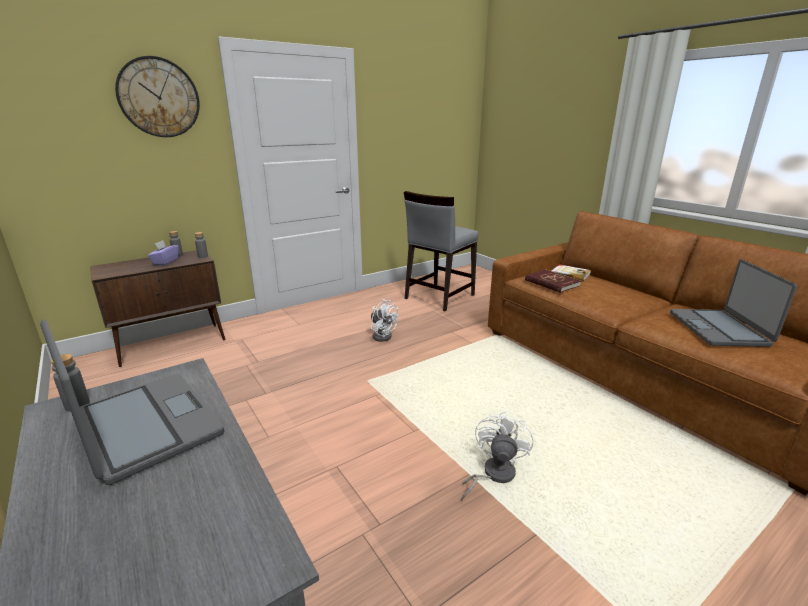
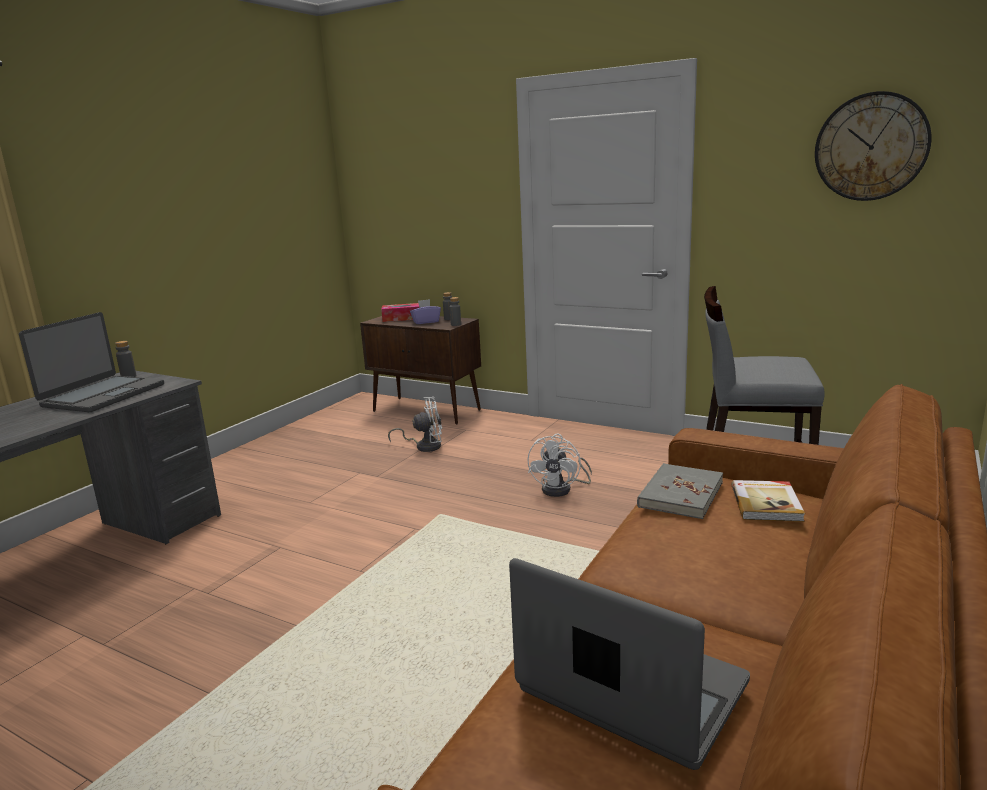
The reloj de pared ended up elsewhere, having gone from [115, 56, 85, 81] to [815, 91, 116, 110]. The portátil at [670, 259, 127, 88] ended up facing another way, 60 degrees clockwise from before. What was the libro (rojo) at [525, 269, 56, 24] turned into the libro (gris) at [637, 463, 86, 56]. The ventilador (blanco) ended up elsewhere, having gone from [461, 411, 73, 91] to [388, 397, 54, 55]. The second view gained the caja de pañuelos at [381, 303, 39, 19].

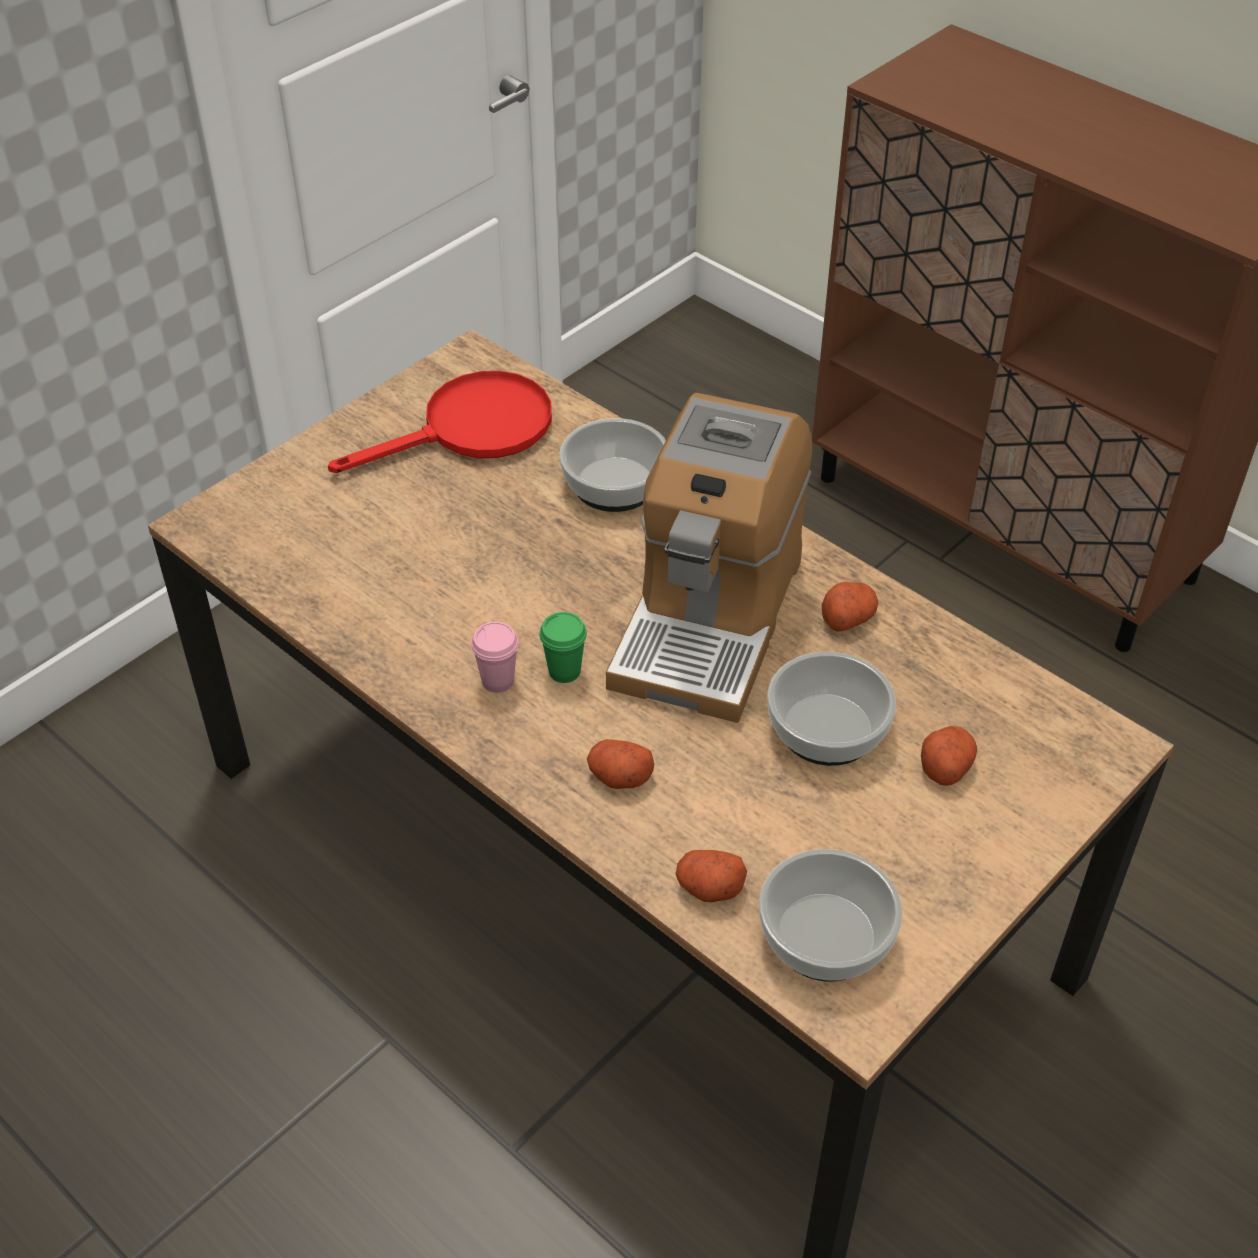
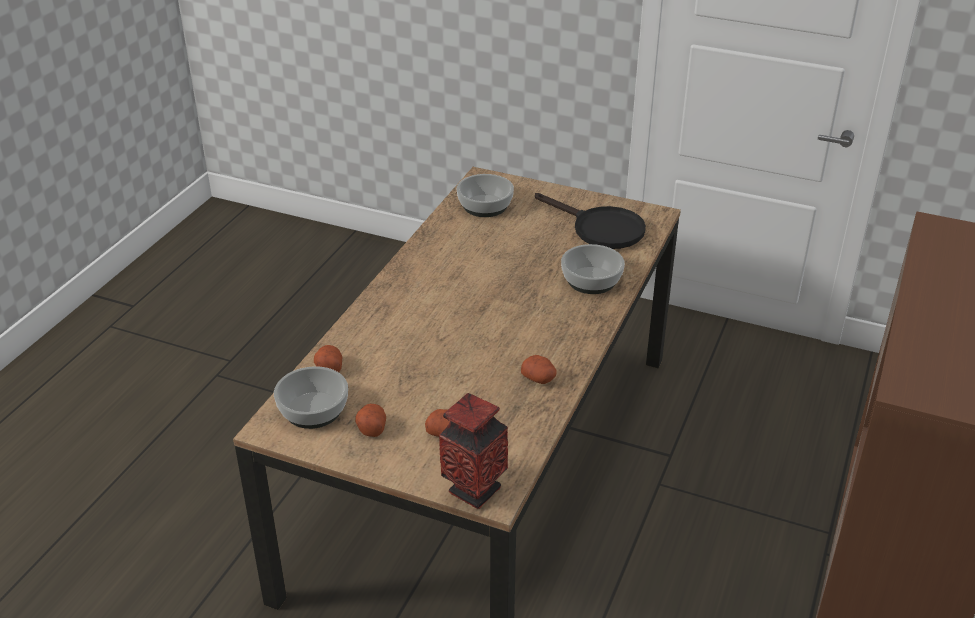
What was the sartén (rojo) at [328, 371, 224, 102] turned into the sartén (negro) at [535, 193, 111, 56]. The second view lost the cafetera at [606, 393, 206, 330]. The second view lost the taza (verde) at [539, 612, 48, 71]. The second view lost the taza (rosa) at [471, 622, 48, 71]. The cuenco ended up elsewhere, having gone from [767, 652, 129, 114] to [457, 174, 57, 43]. The patata ended up elsewhere, having gone from [587, 739, 67, 50] to [355, 404, 31, 33]. The second view gained the florero at [439, 393, 69, 116].

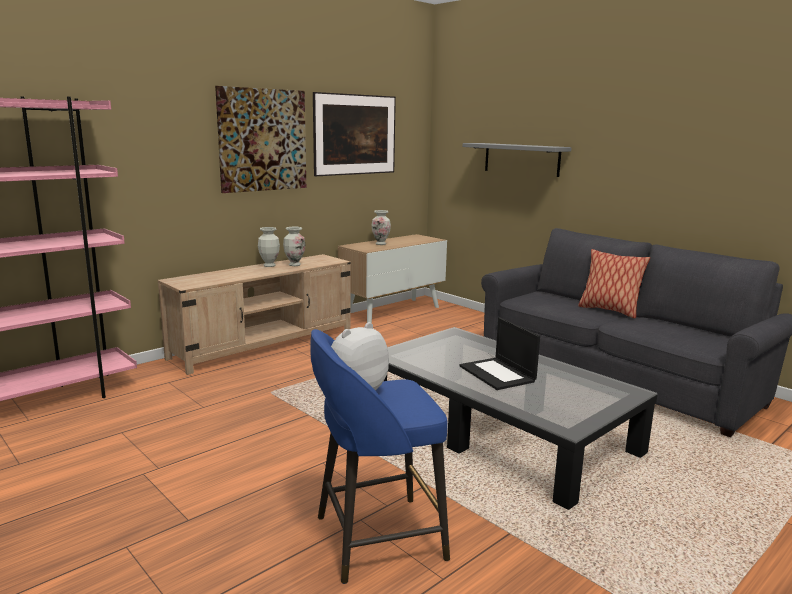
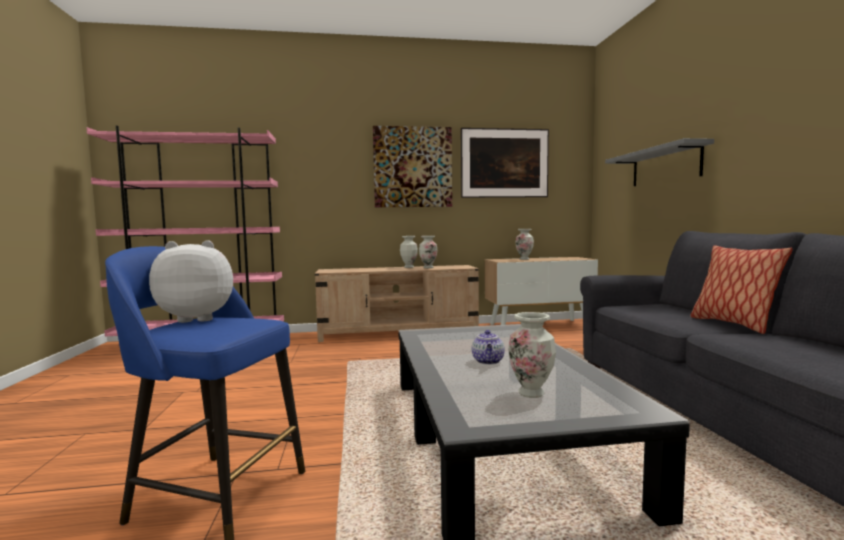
Where the portátil stood at [459, 317, 81, 73], the tetera came to stand at [472, 330, 33, 35]. The second view gained the florero at [508, 312, 48, 86].

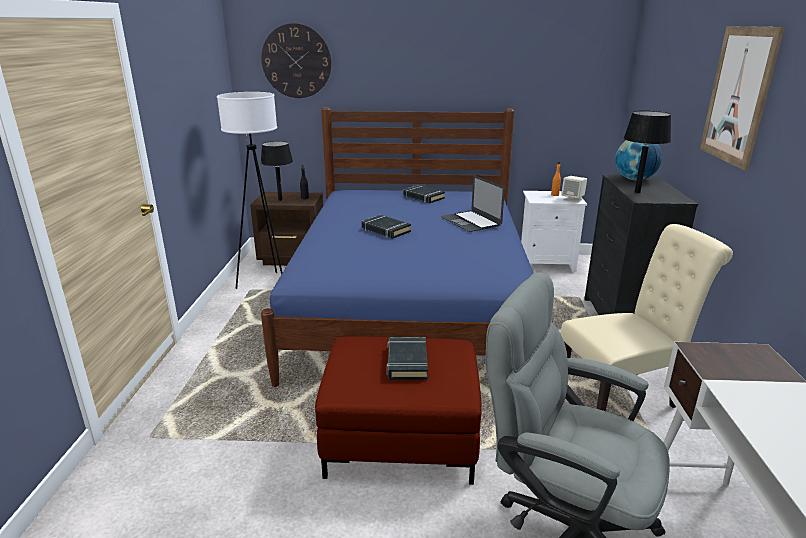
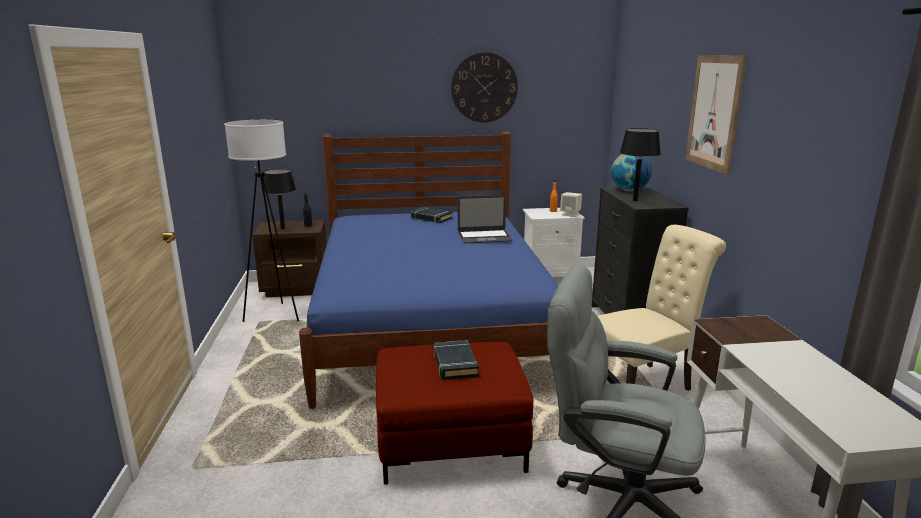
The reloj de pared ended up elsewhere, having gone from [261, 23, 70, 75] to [451, 52, 67, 71]. The portátil at [441, 175, 64, 57] ended up facing another way, 60 degrees counterclockwise from before. The second view lost the libro (negro) at [361, 215, 50, 24].

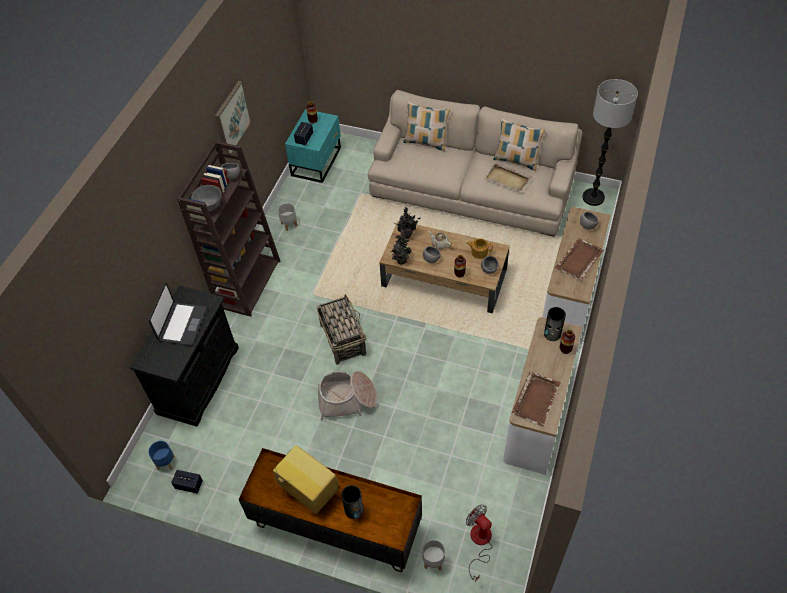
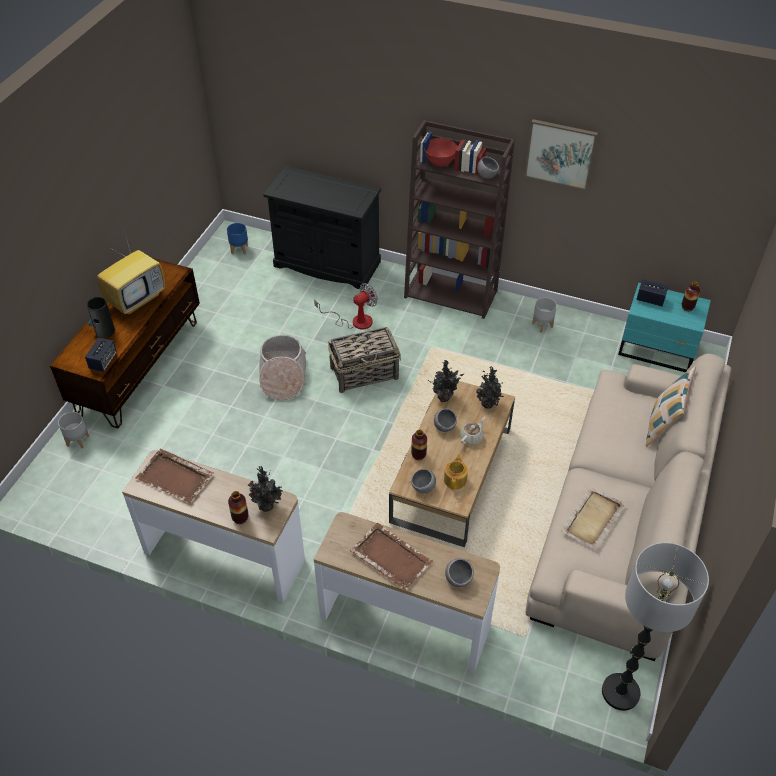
The second view lost the cojín at [493, 118, 52, 53]. What was the cuenco (gris) at [191, 185, 31, 26] turned into the cuenco (rojo) at [424, 138, 33, 29]. The second view lost the portátil at [148, 282, 58, 64]. Where the florero stood at [544, 307, 22, 34], the planta en maceta came to stand at [248, 466, 35, 46]. The altavoz ended up elsewhere, having gone from [171, 470, 32, 24] to [85, 338, 32, 34]. The ventilador ended up elsewhere, having gone from [466, 504, 27, 78] to [314, 283, 64, 47].

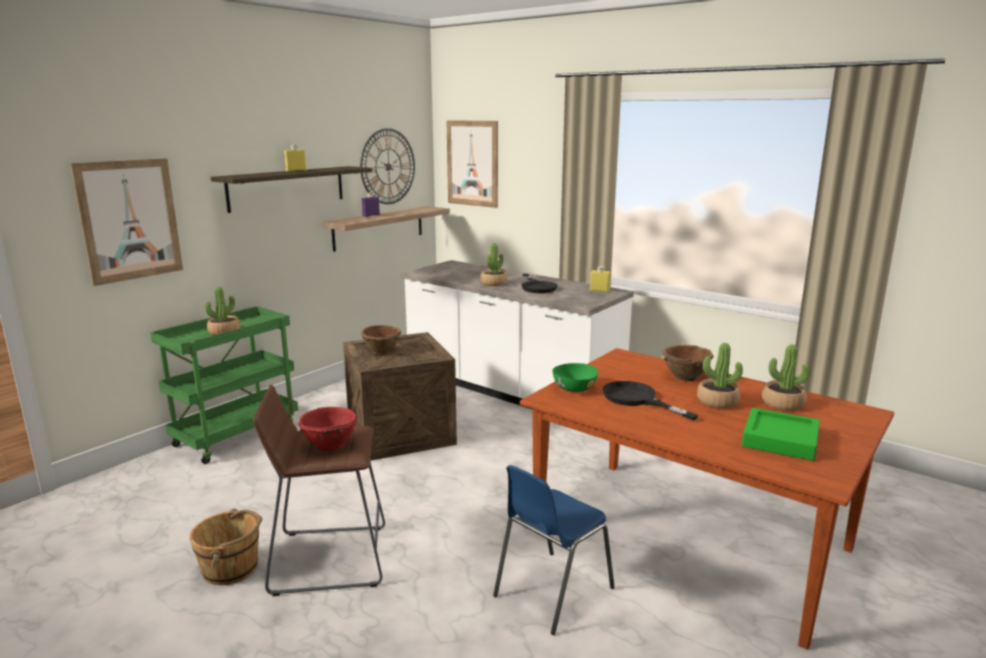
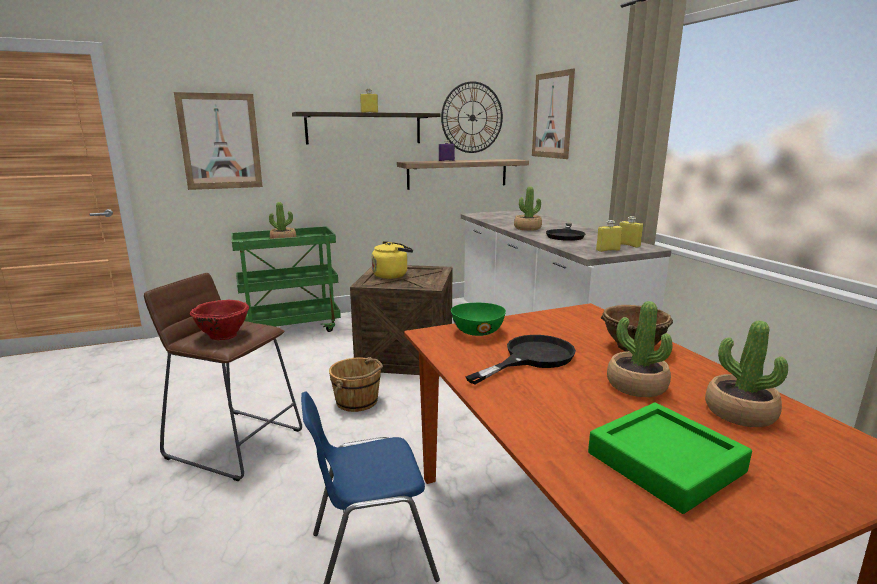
Where the cuenco (marrón) stood at [361, 325, 40, 29], the hervidor (amarillo) came to stand at [372, 241, 41, 38]. The sartén (negro) at [602, 381, 97, 39] ended up facing another way, 60 degrees clockwise from before. The cubo (marrón) ended up elsewhere, having gone from [190, 509, 72, 76] to [329, 357, 54, 55]. The second view gained the botella (amarillo) at [596, 220, 26, 32].

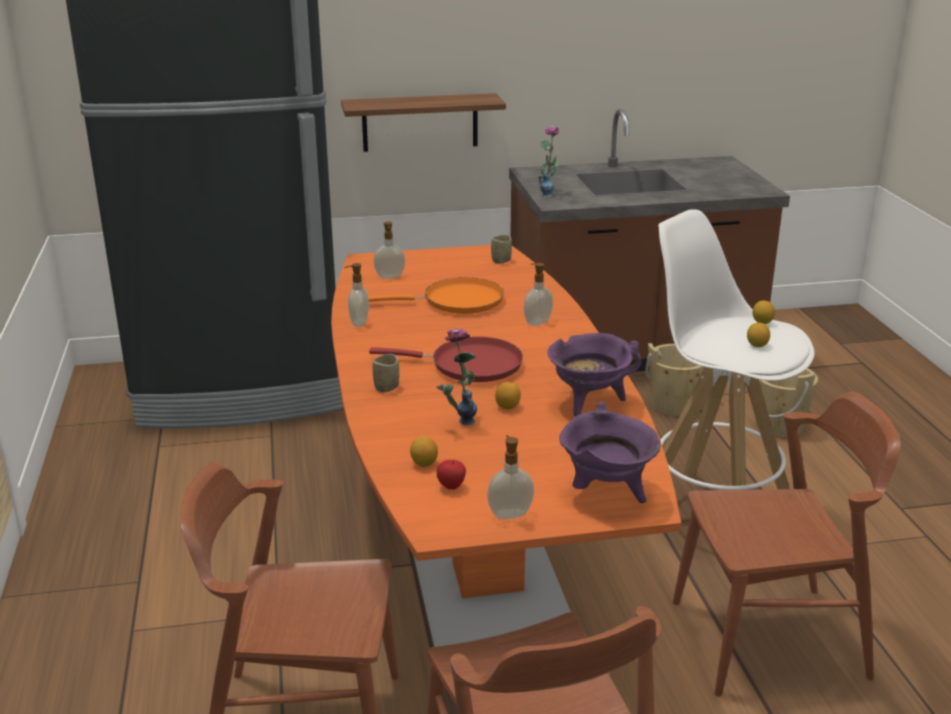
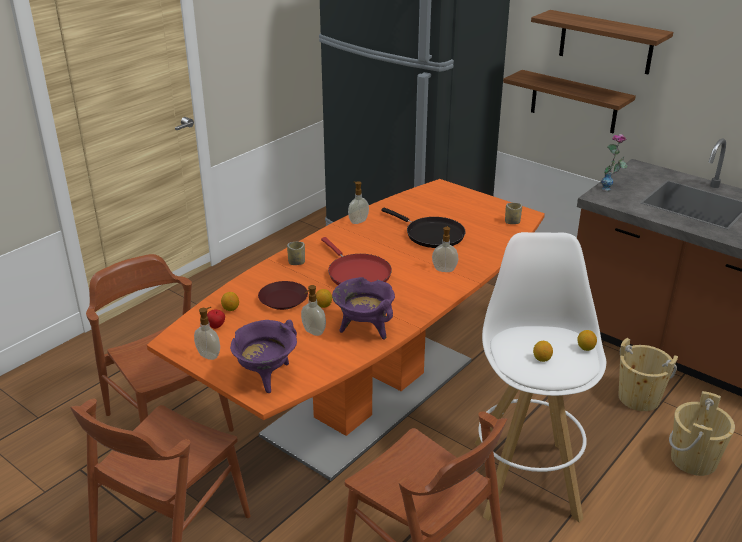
The dispensador de jabón ended up elsewhere, having gone from [374, 222, 31, 57] to [301, 285, 25, 51]. What was the sartén (naranja) at [368, 277, 136, 37] turned into the sartén (negro) at [381, 208, 85, 40]. Where the florero stood at [437, 328, 40, 97], the plato (marrón) came to stand at [258, 281, 50, 29]. The second view gained the estante at [531, 10, 142, 64].

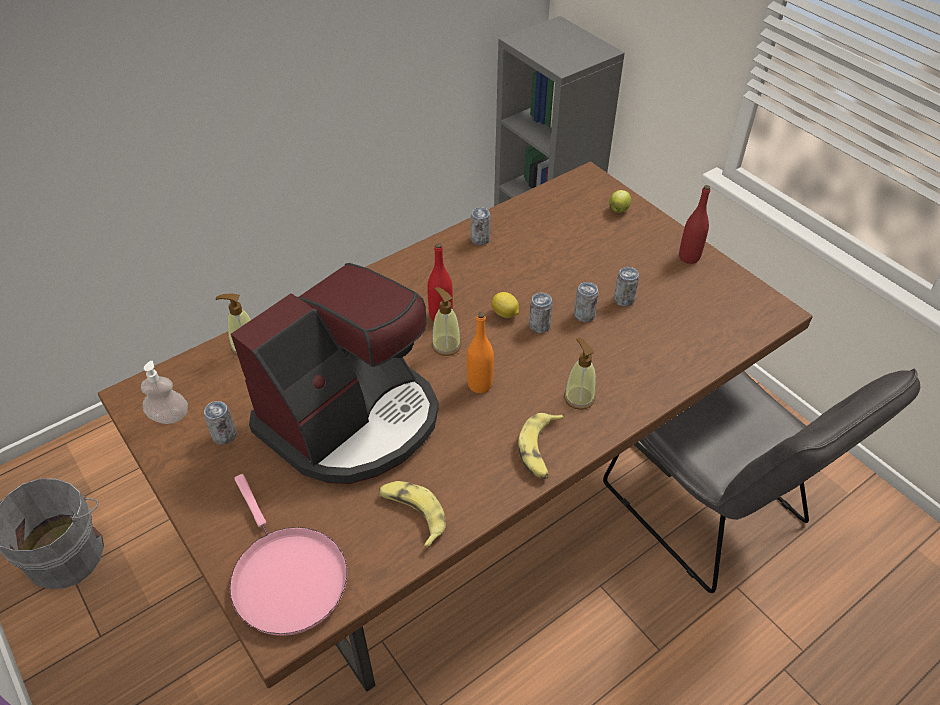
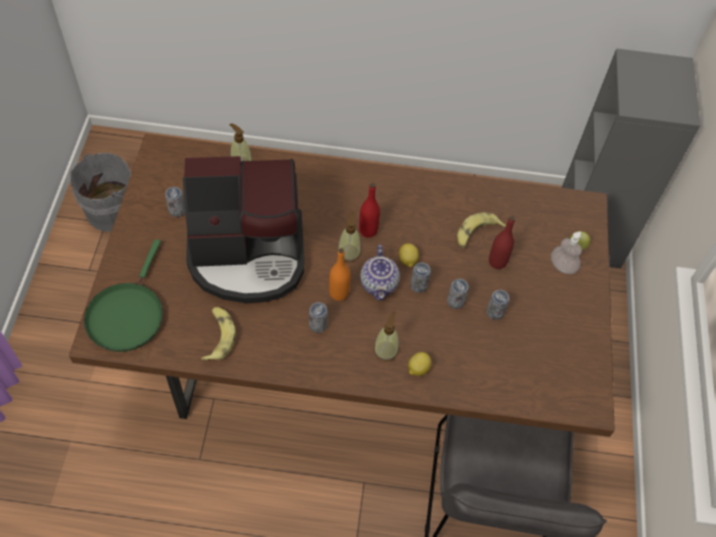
The botella (rojo) ended up elsewhere, having gone from [679, 185, 31, 79] to [489, 216, 26, 53]. The lata ended up elsewhere, having gone from [471, 207, 20, 38] to [309, 302, 19, 31]. The dispensador de jabón ended up elsewhere, having gone from [141, 361, 47, 63] to [551, 231, 31, 43]. The plátano ended up elsewhere, having gone from [518, 413, 46, 66] to [457, 212, 49, 37]. What was the sartén (rosa) at [229, 474, 118, 162] turned into the sartén (verde) at [84, 239, 79, 113]. The second view gained the tetera at [360, 245, 40, 56]. The second view gained the limón at [408, 352, 24, 24].

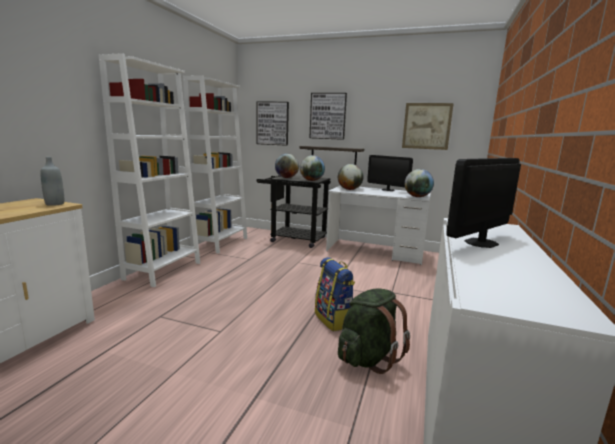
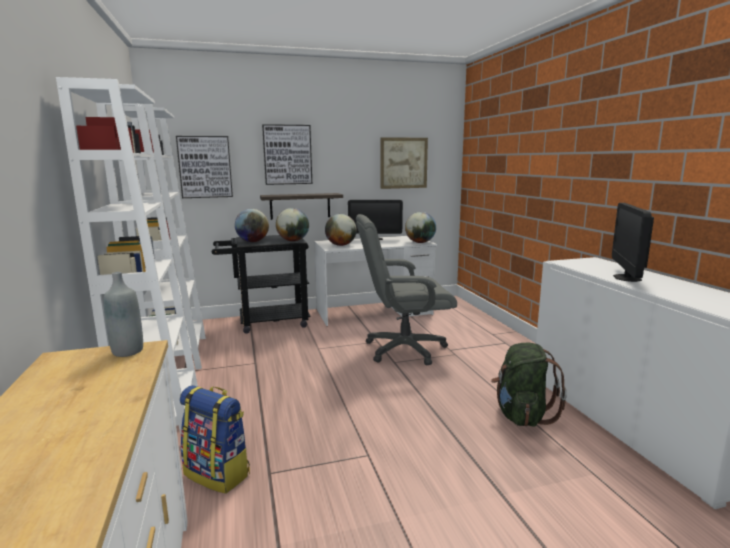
The mochila ended up elsewhere, having gone from [315, 257, 40, 74] to [180, 385, 70, 109]. The second view gained the silla de oficina (gris) at [356, 214, 101, 151].

